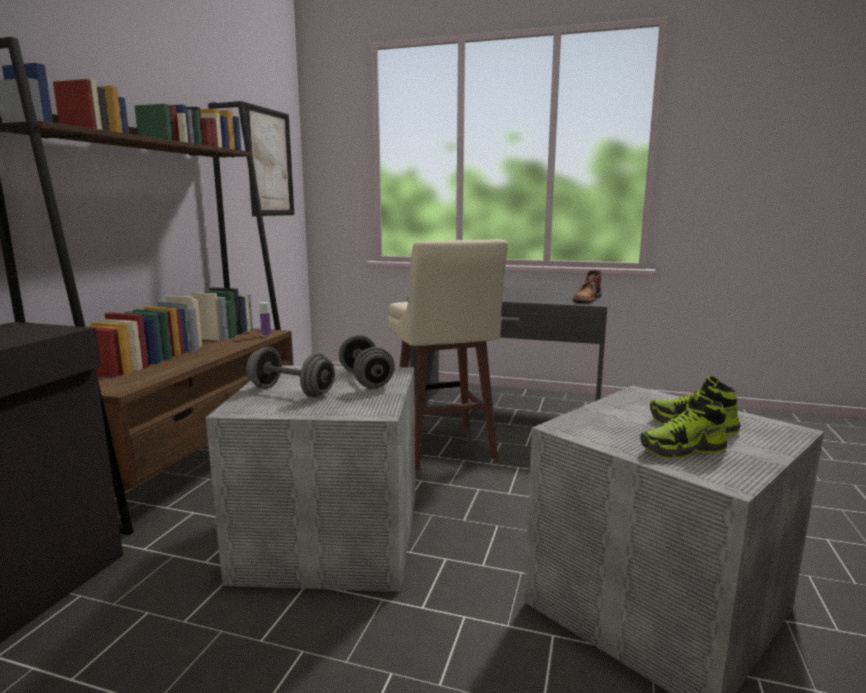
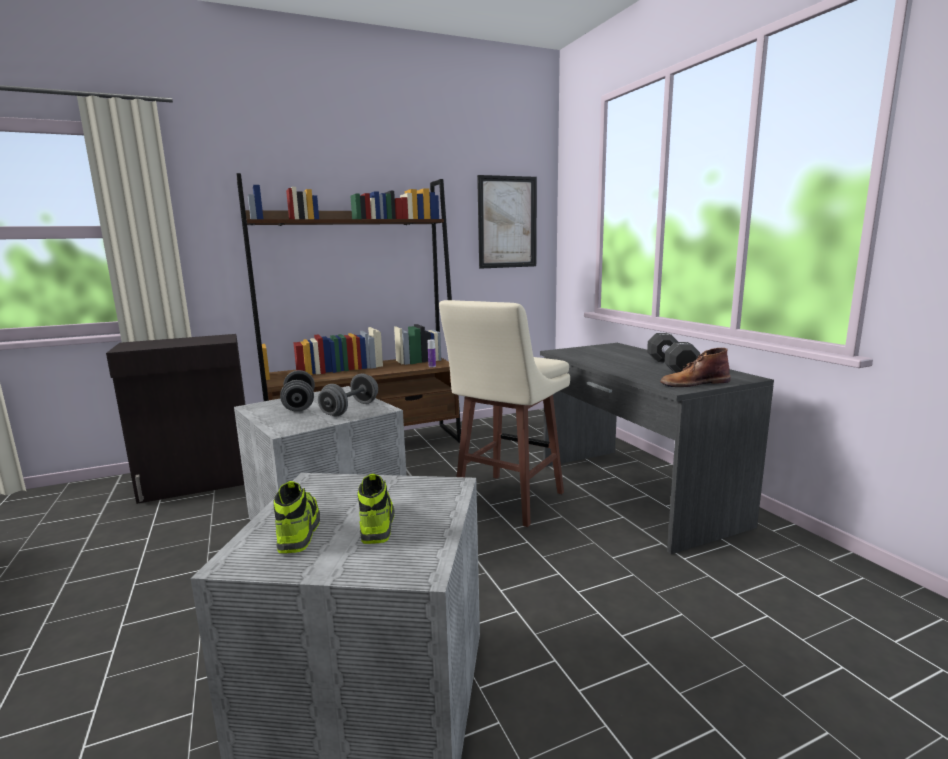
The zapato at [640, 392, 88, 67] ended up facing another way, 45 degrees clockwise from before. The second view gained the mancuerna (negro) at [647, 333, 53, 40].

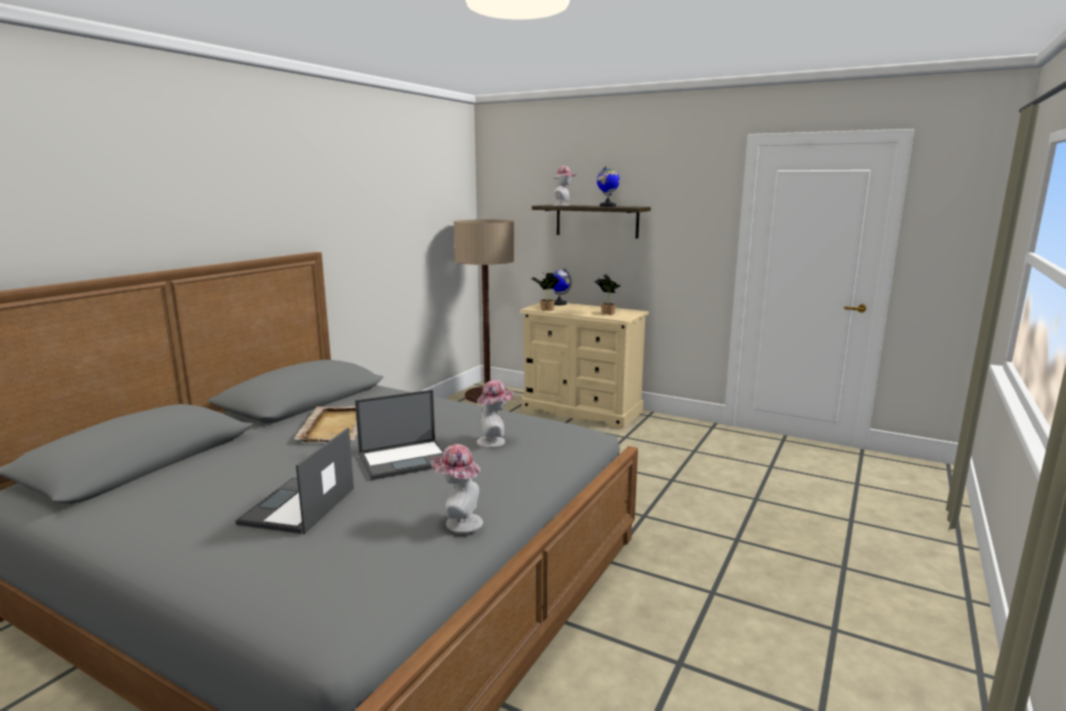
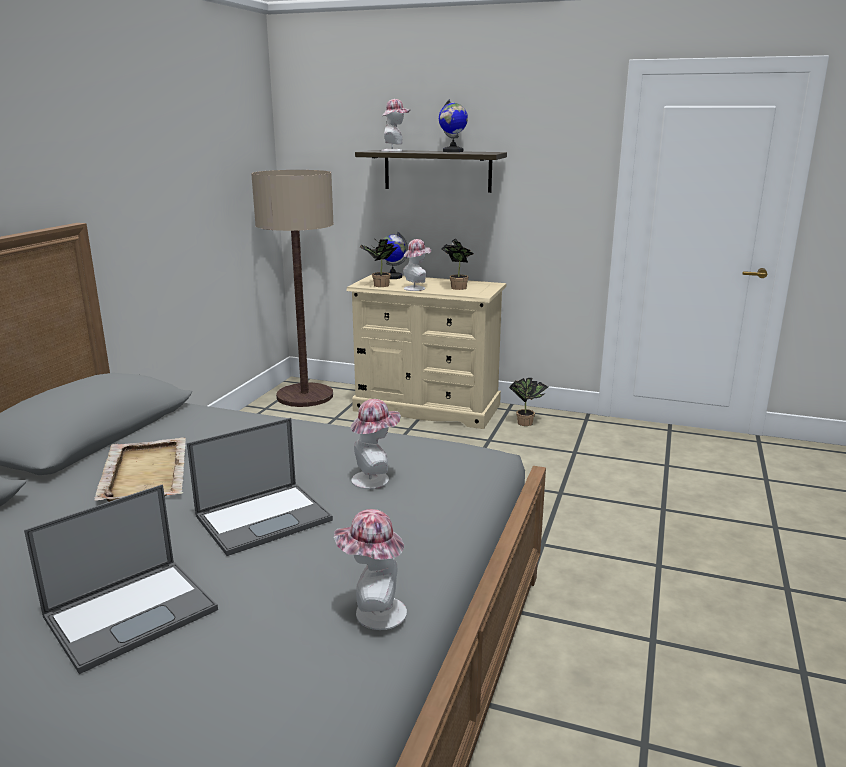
The portátil at [235, 428, 119, 106] ended up facing another way, 135 degrees counterclockwise from before. The second view gained the sombrero at [403, 239, 28, 52]. The second view gained the planta en maceta at [509, 378, 39, 48].

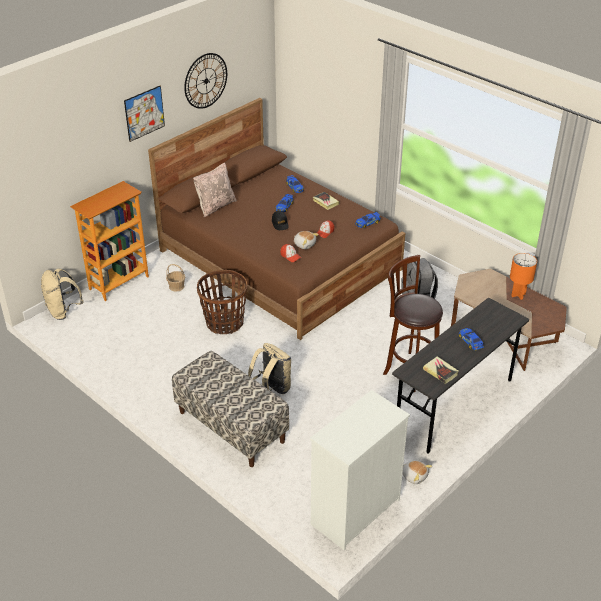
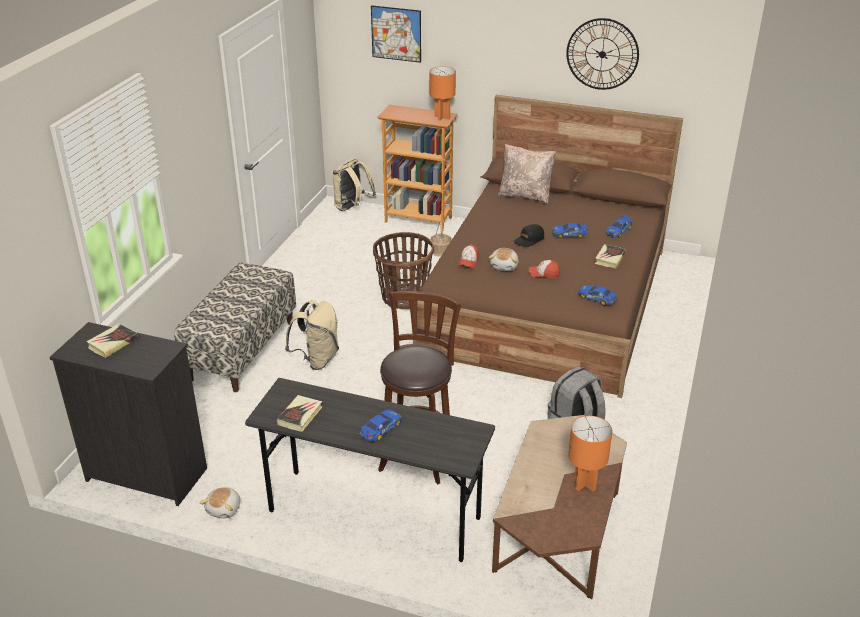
The cuadro ended up elsewhere, having gone from [124, 86, 41, 56] to [371, 5, 50, 58]. What was the cómoda (blanco) at [310, 390, 100, 160] turned into the cómoda (negro) at [50, 322, 157, 184]. The second view gained the lámpara de mesa (naranja) at [429, 66, 27, 55]. The second view gained the libro at [86, 324, 52, 34].

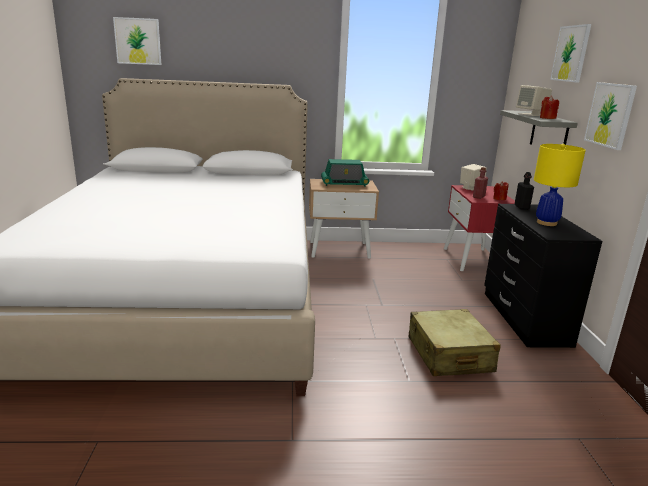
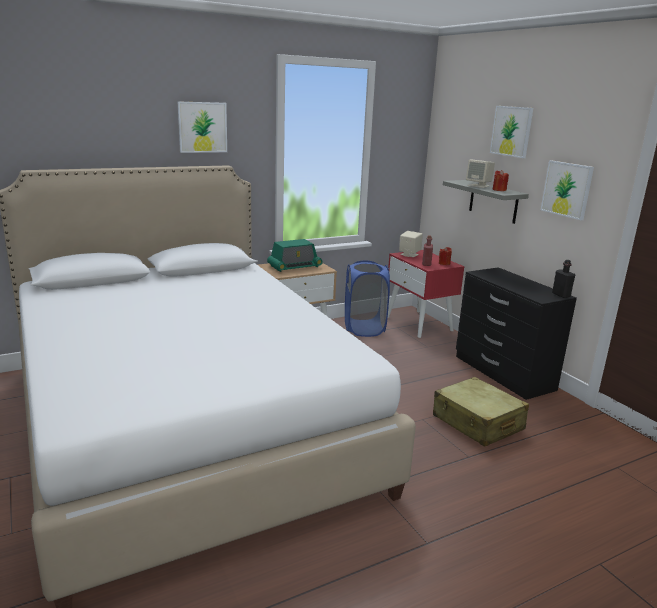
The cuadro ended up elsewhere, having gone from [113, 17, 48, 48] to [177, 101, 50, 52]. The second view lost the lámpara de mesa (amarillo) at [534, 144, 52, 82]. The botella (negro) ended up elsewhere, having gone from [515, 172, 19, 38] to [552, 260, 23, 38]. The second view gained the cesto de la ropa (azul) at [345, 260, 45, 77].

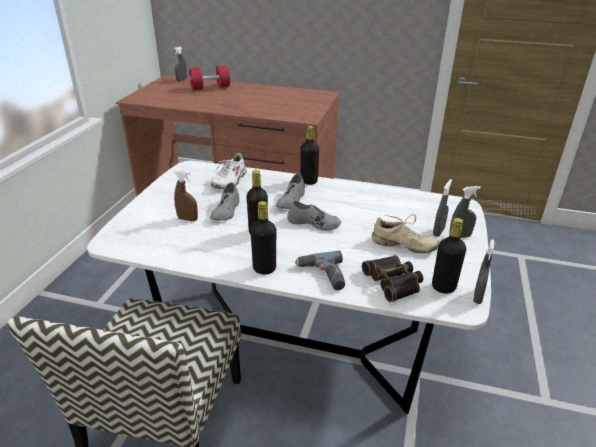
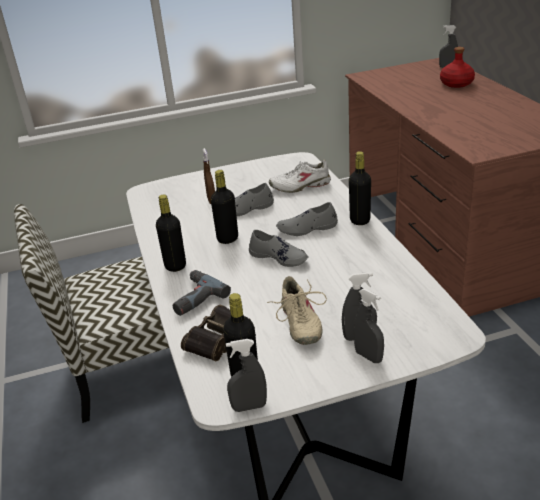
Where the mancuerna (rojo) stood at [189, 65, 41, 25], the botella (rojo) came to stand at [440, 47, 35, 41]. The zapato (gris) at [287, 200, 55, 31] ended up facing another way, 45 degrees counterclockwise from before.

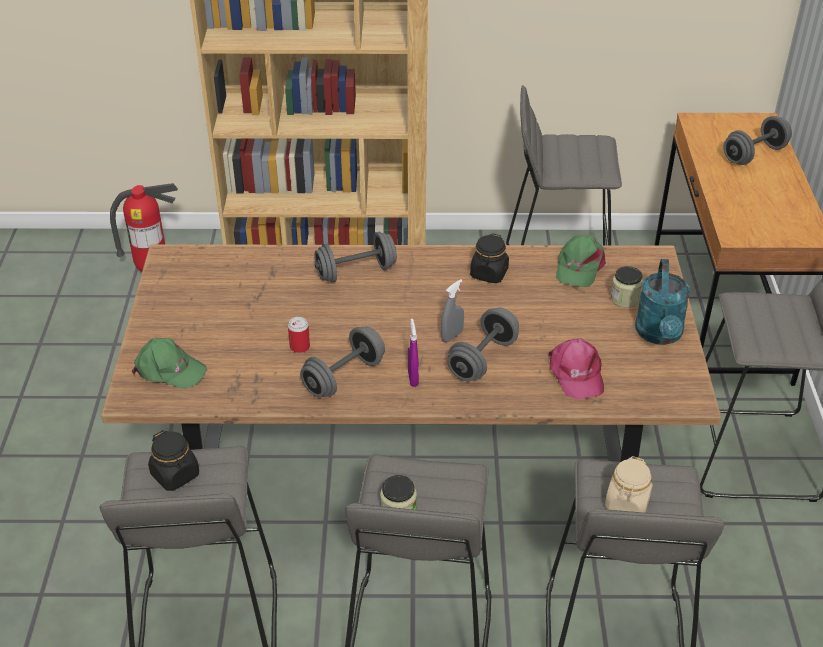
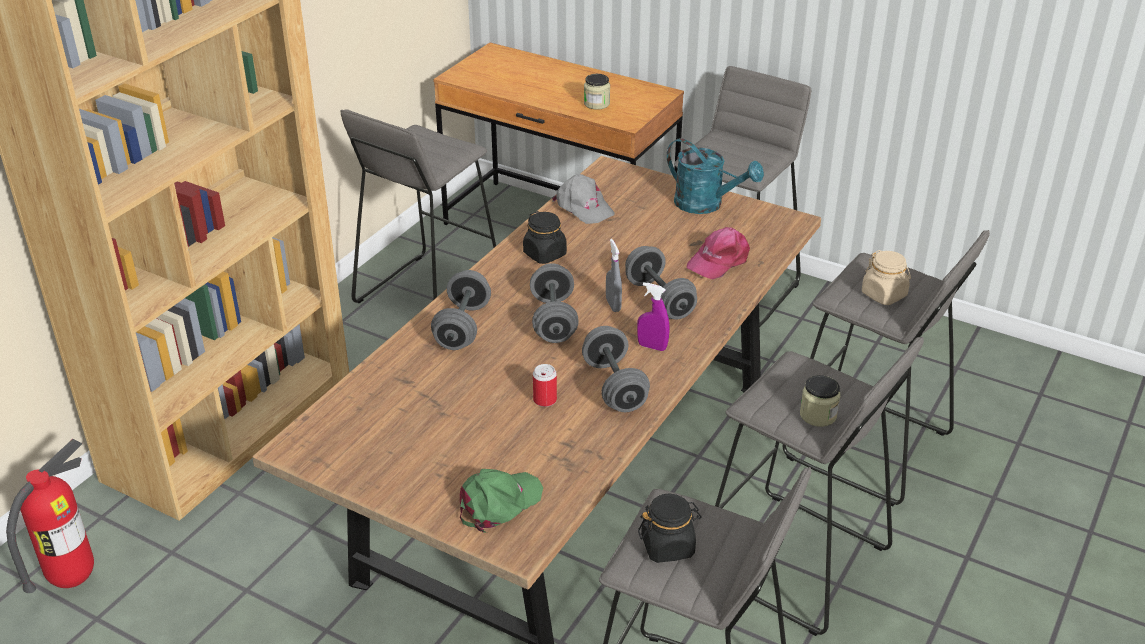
The mancuerna (gris) ended up elsewhere, having gone from [724, 116, 68, 49] to [530, 263, 49, 80]. What was the gorra (verde) at [556, 235, 50, 52] turned into the gorra (gris) at [552, 174, 63, 50]. The tarro ended up elsewhere, having gone from [610, 266, 33, 42] to [584, 74, 26, 36]. The gorra (rosa) at [548, 338, 56, 61] ended up facing another way, 120 degrees clockwise from before.

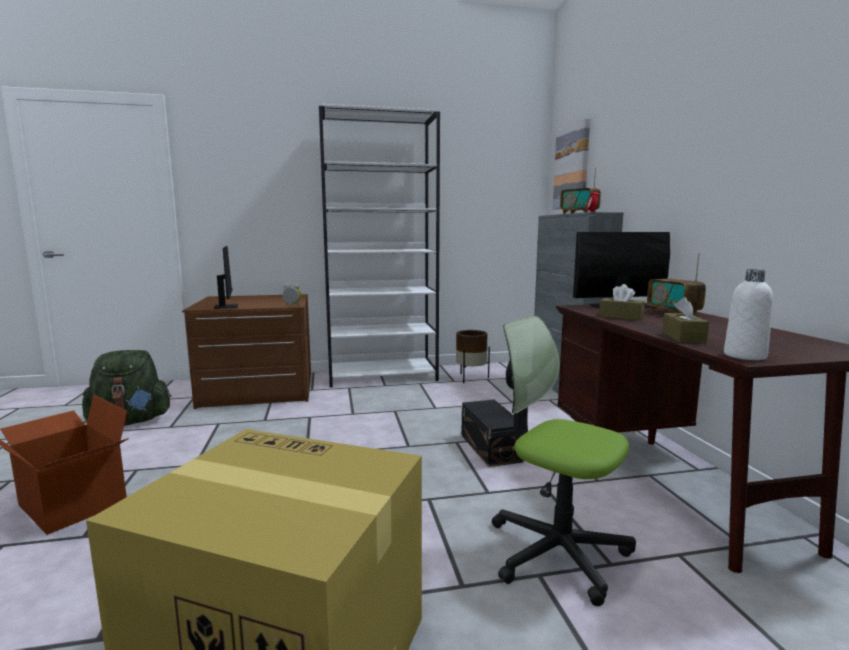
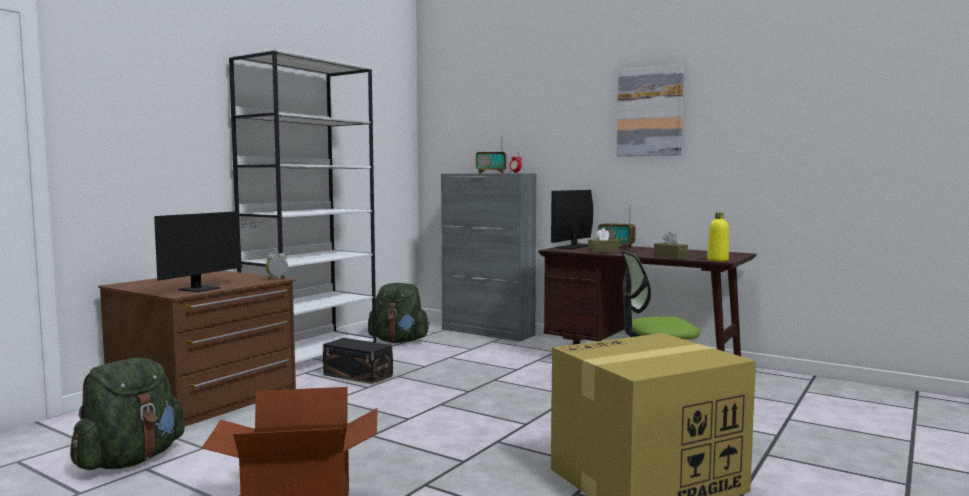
The cuadro ended up elsewhere, having gone from [553, 119, 37, 90] to [617, 64, 67, 92]. The monitor at [214, 246, 24, 63] ended up facing another way, 90 degrees clockwise from before. What was the botella (blanco) at [724, 269, 49, 91] turned into the botella (amarillo) at [707, 213, 22, 48]. Where the maceta (marrón) stood at [456, 330, 34, 53], the mochila (verde) came to stand at [368, 283, 62, 60]. The caja de almacenaje (negro) ended up elsewhere, having gone from [461, 400, 64, 67] to [323, 338, 70, 46].

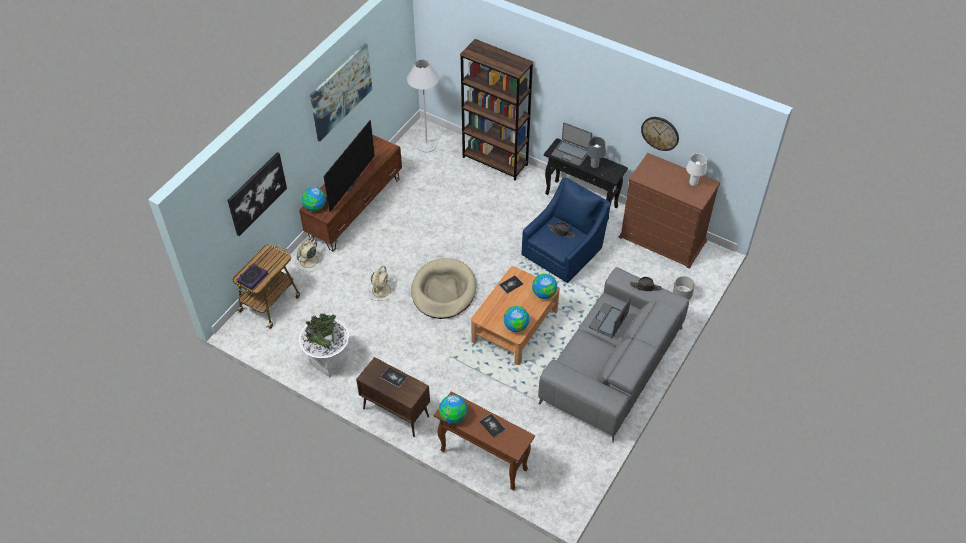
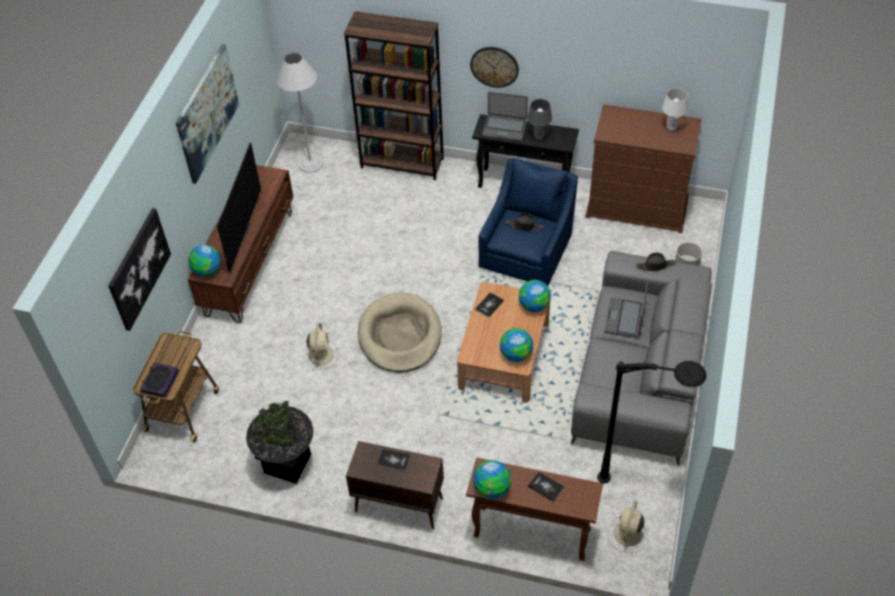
The reloj de pared ended up elsewhere, having gone from [641, 117, 38, 34] to [470, 47, 49, 41]. The ventilador (beis) ended up elsewhere, having gone from [295, 237, 27, 35] to [608, 501, 39, 52]. What was the maceta (blanco) at [299, 314, 50, 63] turned into the maceta (negro) at [246, 401, 67, 83]. The second view gained the lámpara de pie (negro) at [597, 361, 109, 122].

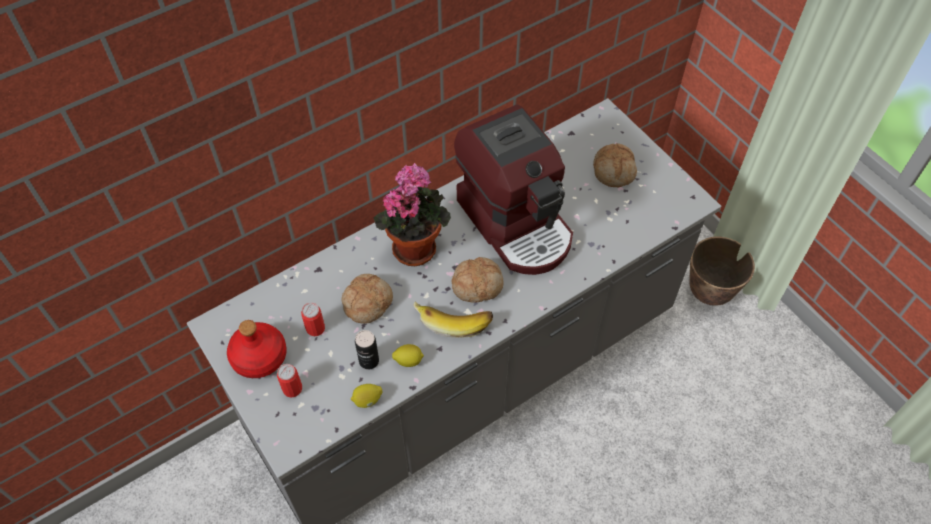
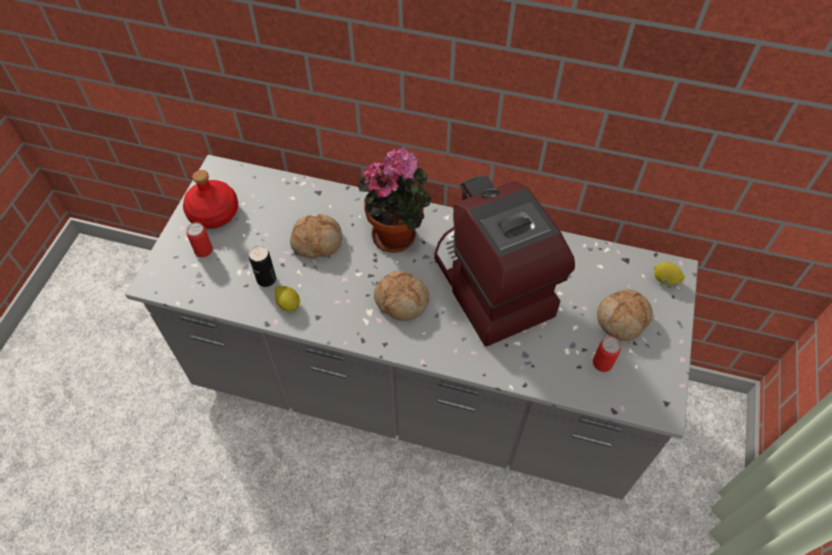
The cafetera at [454, 104, 119, 171] ended up facing another way, 135 degrees clockwise from before. The second view lost the maceta at [689, 237, 66, 69]. The second view lost the plátano at [413, 302, 80, 36]. The lata ended up elsewhere, having gone from [301, 303, 24, 33] to [593, 337, 28, 35]. The limón ended up elsewhere, having gone from [351, 384, 31, 24] to [654, 262, 31, 23].

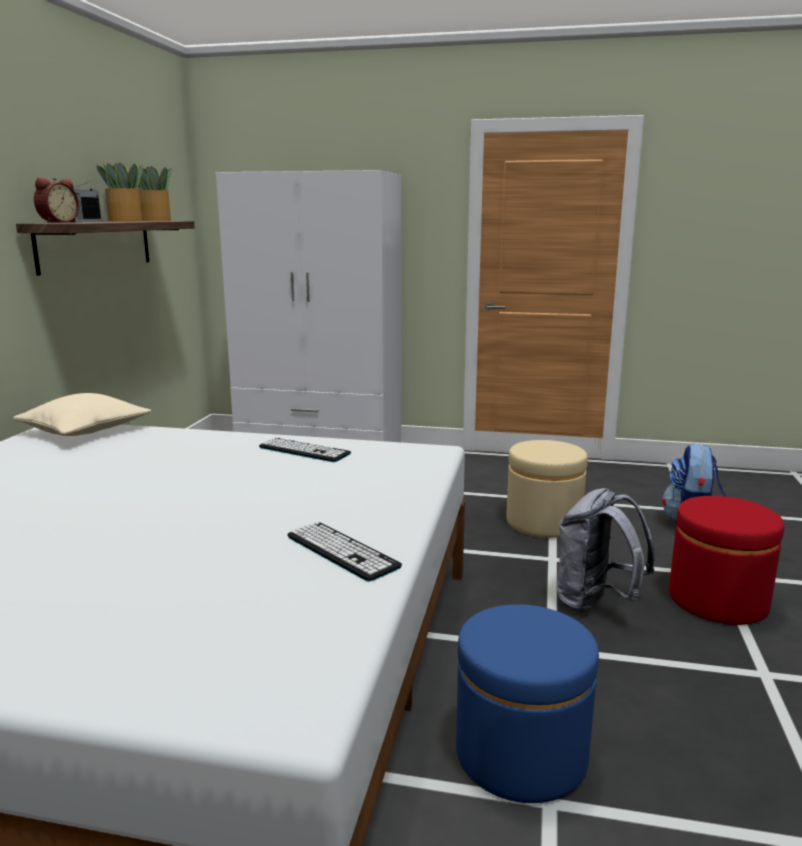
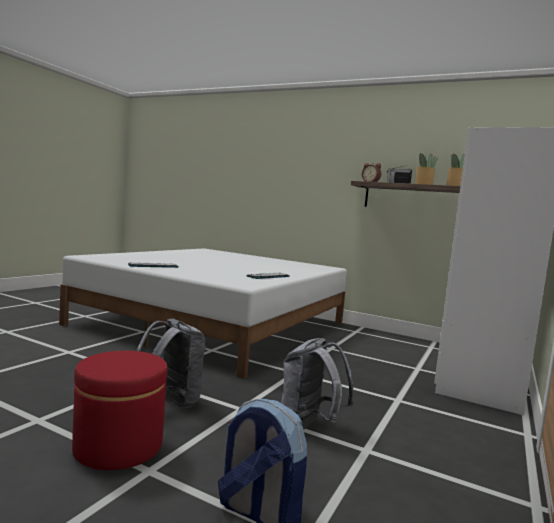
The second view lost the cojín (beis) at [13, 393, 138, 43]. Where the puf (beis) stood at [506, 440, 82, 98], the mochila (gris) came to stand at [281, 338, 73, 92]. The second view lost the puf (azul) at [456, 604, 143, 199].

